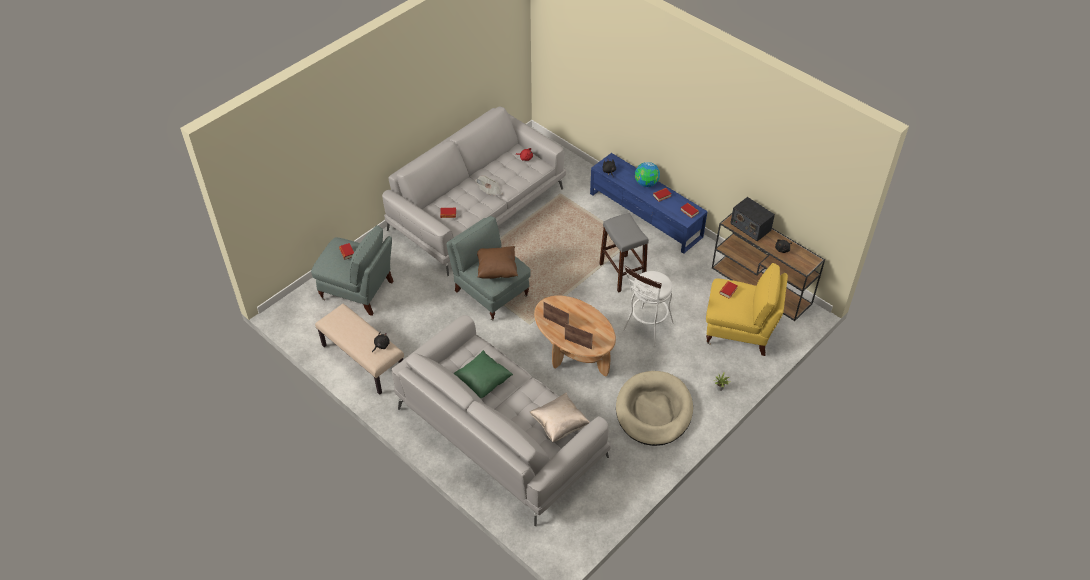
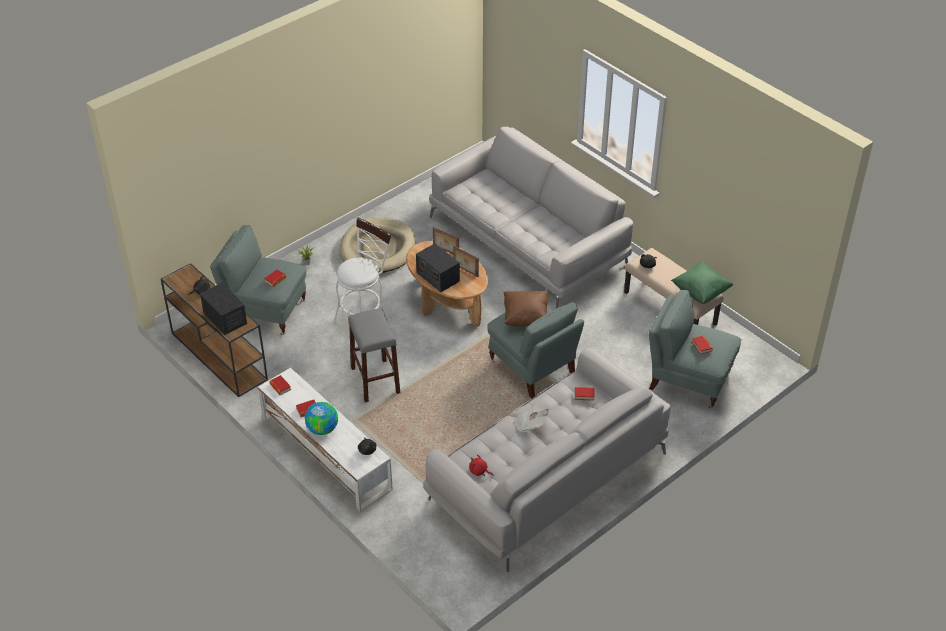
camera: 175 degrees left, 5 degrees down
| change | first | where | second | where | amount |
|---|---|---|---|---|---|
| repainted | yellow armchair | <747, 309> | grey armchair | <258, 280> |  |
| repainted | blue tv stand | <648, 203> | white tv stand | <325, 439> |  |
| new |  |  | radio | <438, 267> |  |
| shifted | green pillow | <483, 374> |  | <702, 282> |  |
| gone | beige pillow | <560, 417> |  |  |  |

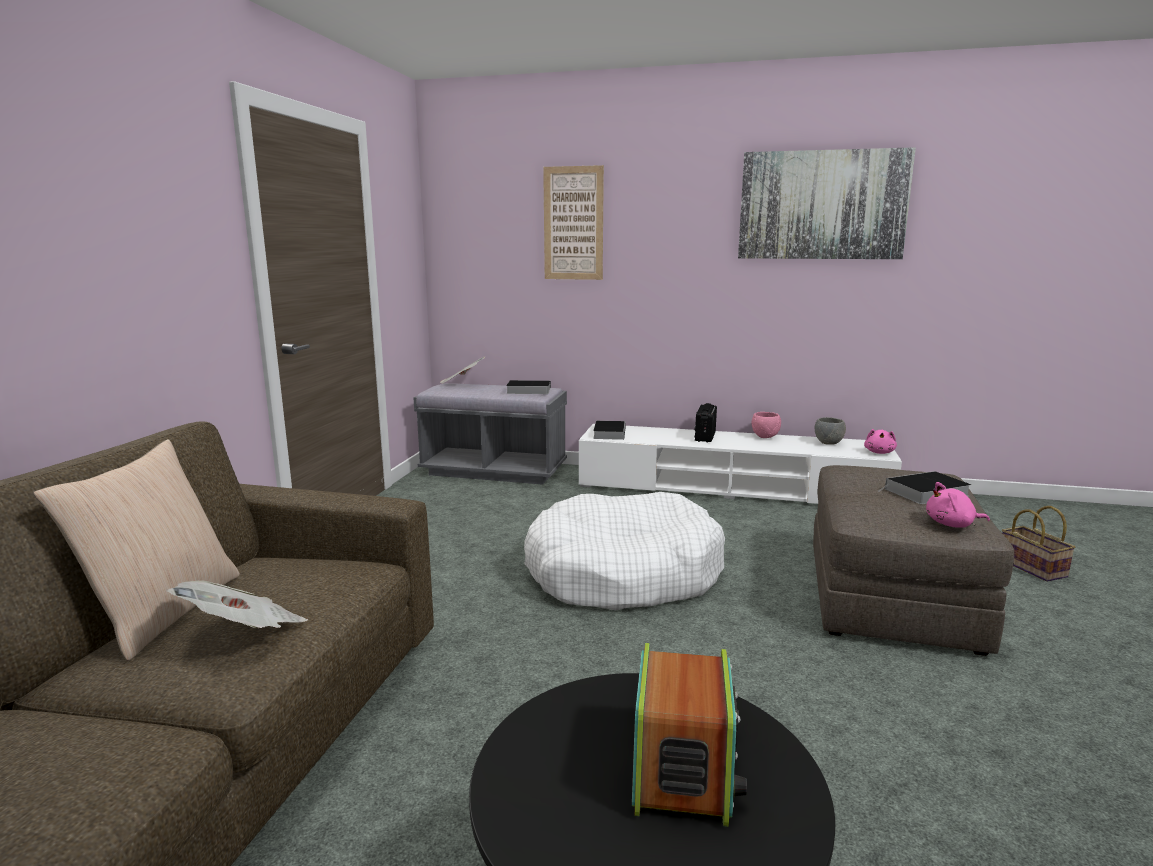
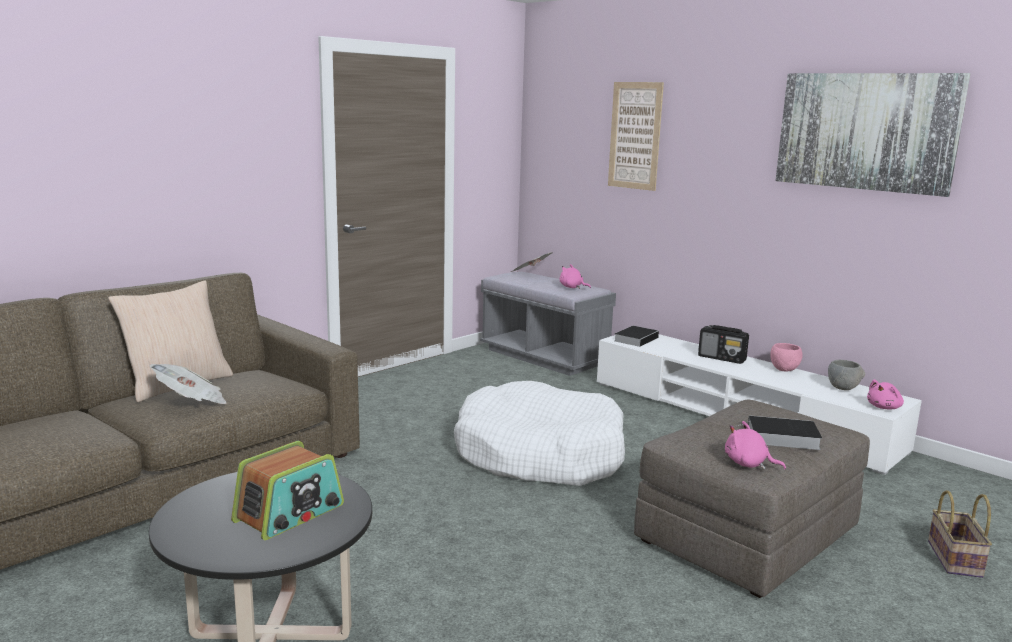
camera: 30 degrees right, 0 degrees up
| change | first | where | second | where | amount |
|---|---|---|---|---|---|
| swapped | book | <528, 387> | pink plush toy | <575, 276> |  |
| rotated | radio | <705, 422> |  | <723, 344> | 105 degrees counterclockwise |

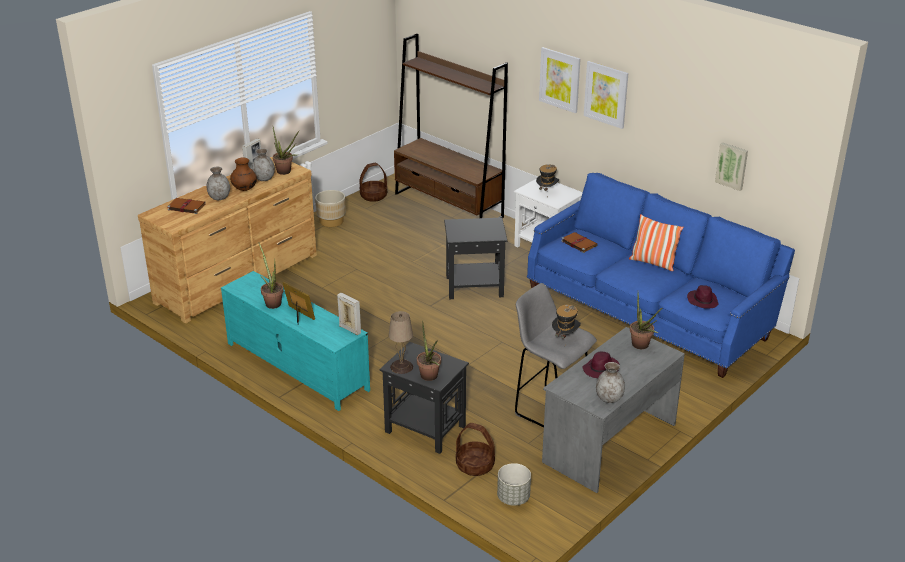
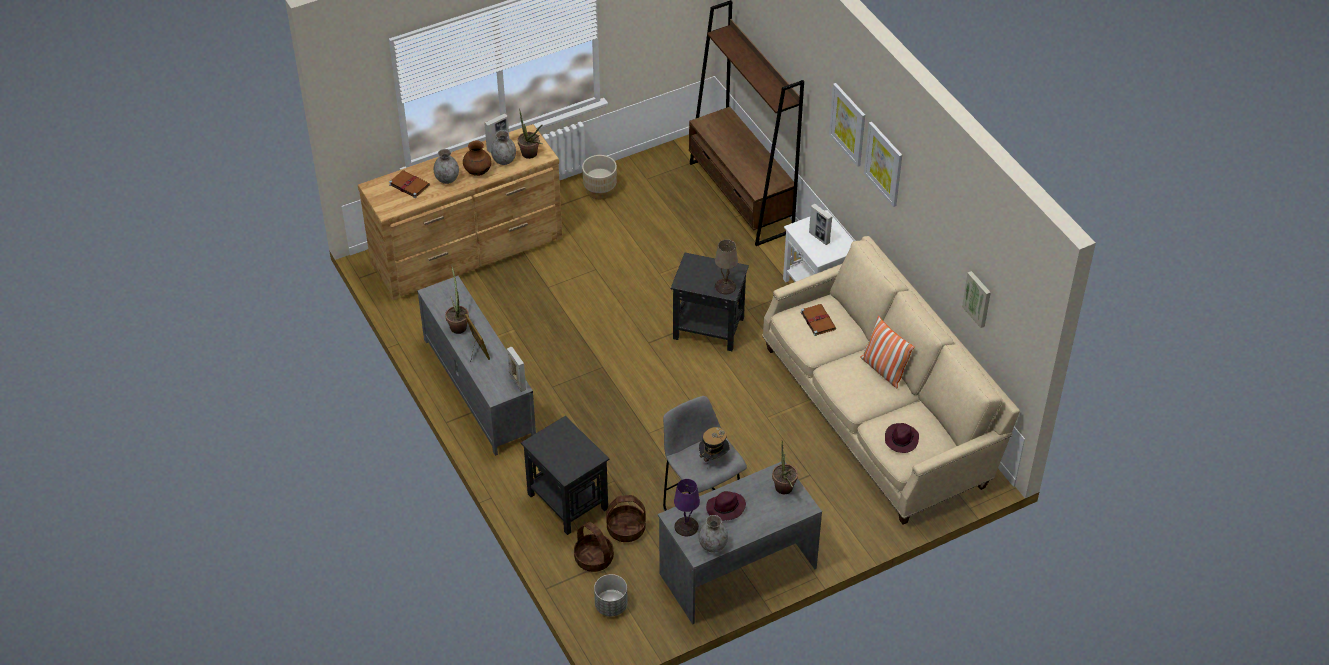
camera: 20 degrees right, 15 degrees up
| change | first | where | second | where | amount |
|---|---|---|---|---|---|
| repainted | turquoise tv stand | <295, 341> | grey tv stand | <476, 366> |  |
| shifted | basket | <373, 182> |  | <626, 518> |  |
| new |  |  | purple table lamp | <687, 507> |  |
| shifted | beige table lamp | <401, 342> |  | <726, 267> |  |
| repainted | blue sofa | <661, 275> | beige sofa | <891, 380> |  |
| swapped | hat | <547, 179> | picture frame | <820, 224> |  |
| gone | potted plant | <429, 350> |  |  |  |

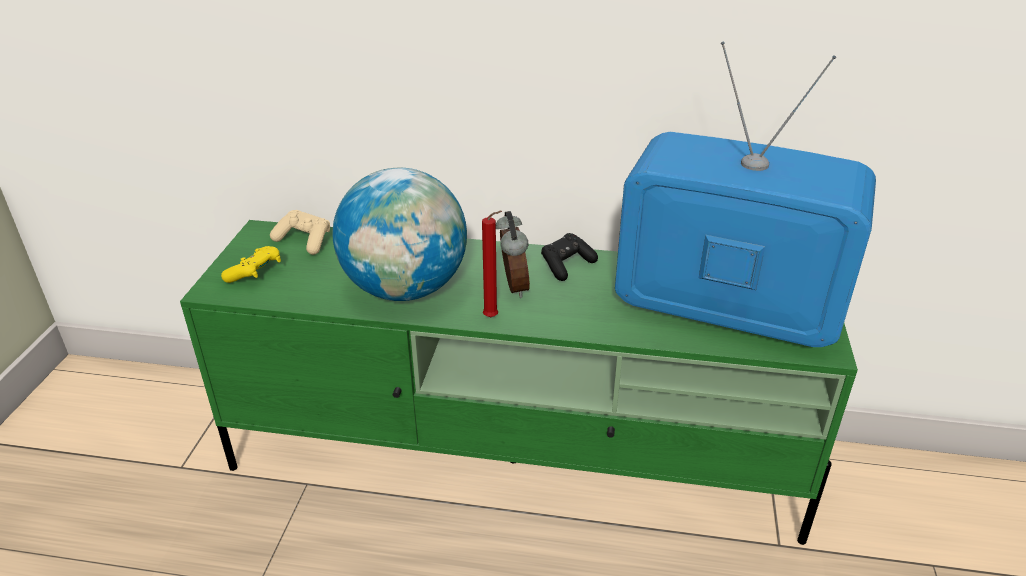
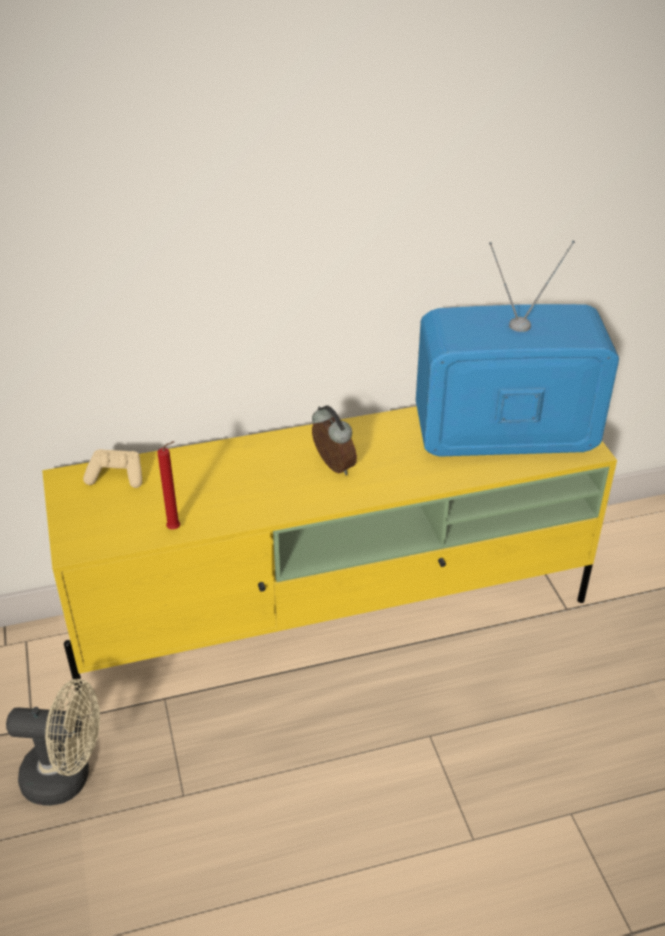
camera: 25 degrees left, 5 degrees up
| change | first | where | second | where | amount |
|---|---|---|---|---|---|
| new |  |  | beige fan | <53, 742> |  |
| repainted | green tv stand | <519, 382> | yellow tv stand | <329, 550> |  |
| shifted | red candle | <492, 264> |  | <168, 485> |  |
| gone | yellow game controller | <251, 264> |  |  |  |
| gone | globe | <399, 234> |  |  |  |
| gone | black game controller | <569, 257> |  |  |  |

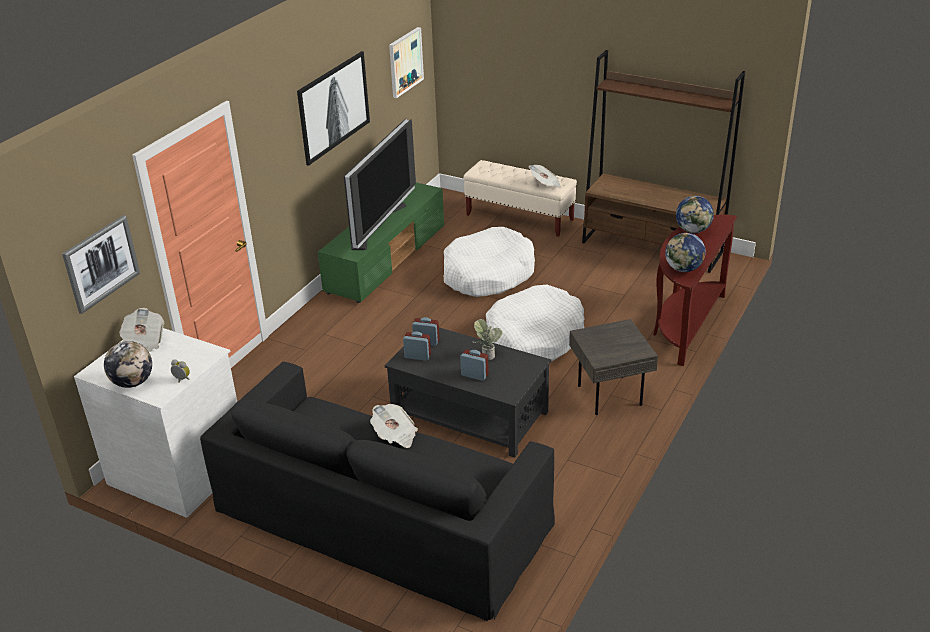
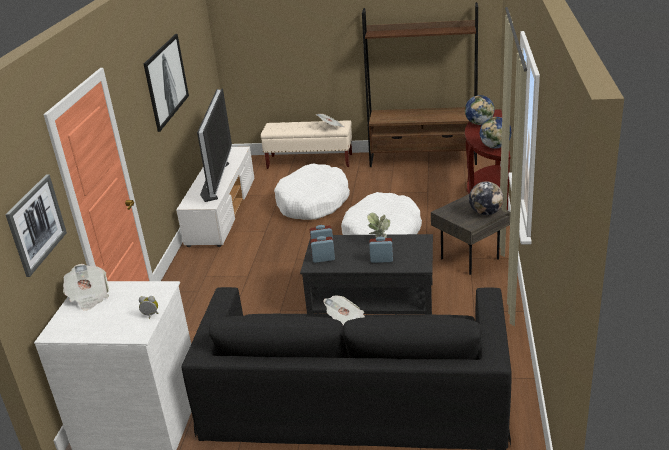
camera: 20 degrees left, 5 degrees down
| change | first | where | second | where | amount |
|---|---|---|---|---|---|
| repainted | green tv stand | <381, 242> | white tv stand | <215, 197> |  |
| shifted | globe | <128, 364> |  | <486, 198> |  |
| gone | picture | <406, 62> |  |  |  |

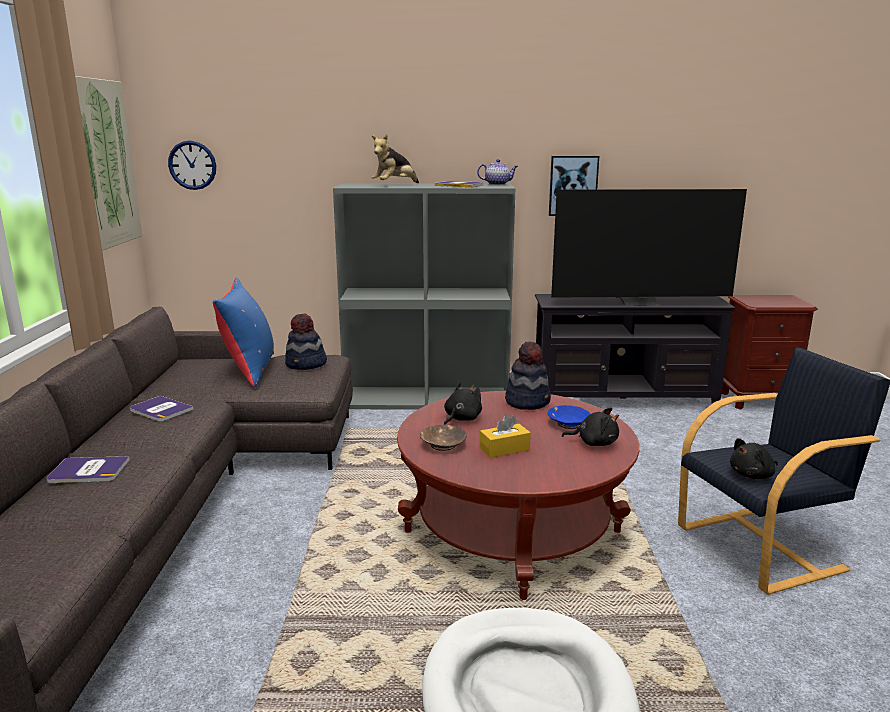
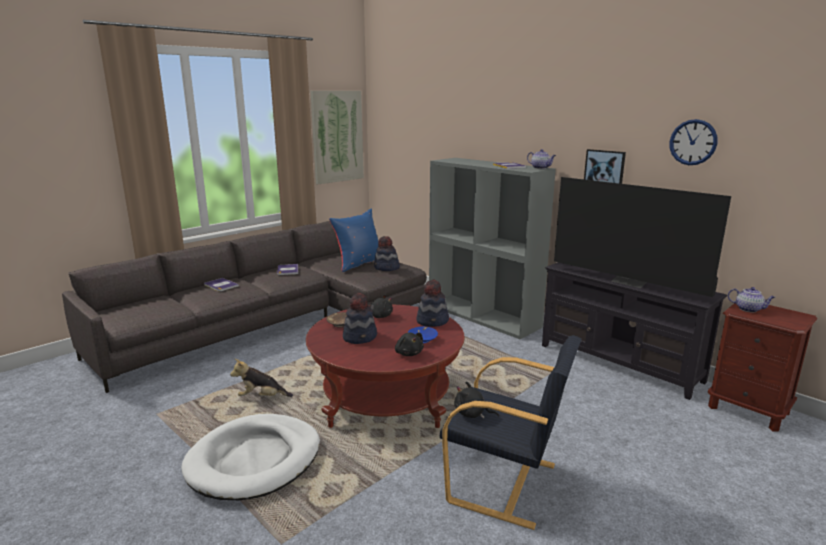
camera: 45 degrees right, 0 degrees up
| change | first | where | second | where | amount |
|---|---|---|---|---|---|
| shifted | plush toy | <395, 158> |  | <261, 378> |  |
| swapped | yellow tissue box | <505, 436> | hat | <360, 318> |  |
| shifted | wall clock | <192, 165> |  | <693, 142> |  |
| new |  |  | teapot | <752, 300> |  |

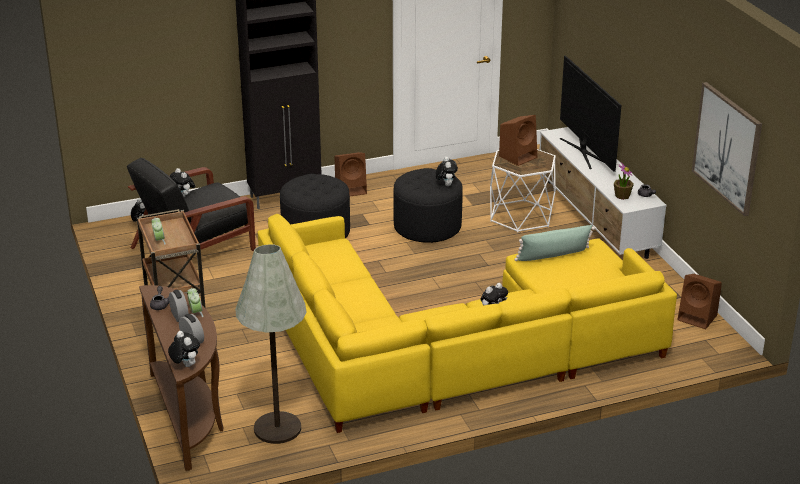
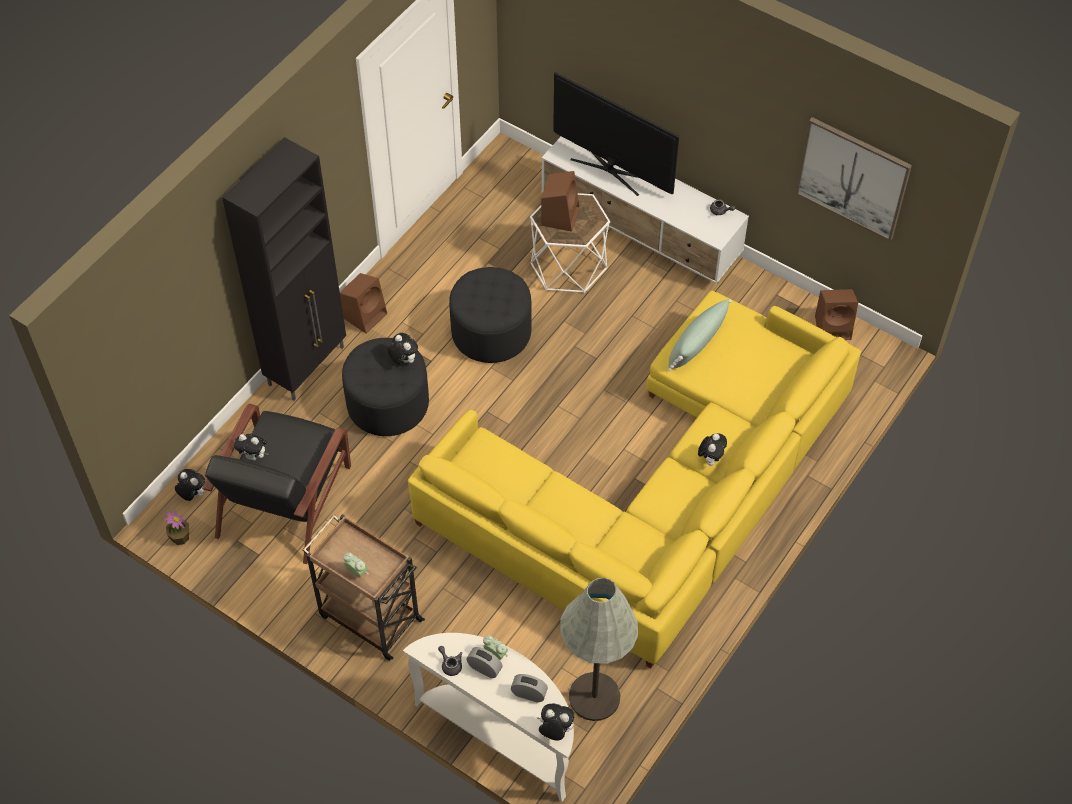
camera: 35 degrees left, 25 degrees up
| change | first | where | second | where | amount |
|---|---|---|---|---|---|
| shifted | potted plant | <624, 181> |  | <176, 527> |  |
| shifted | plush toy | <447, 171> |  | <402, 348> |  |
| repainted | brown console table | <181, 378> | white console table | <488, 717> |  |

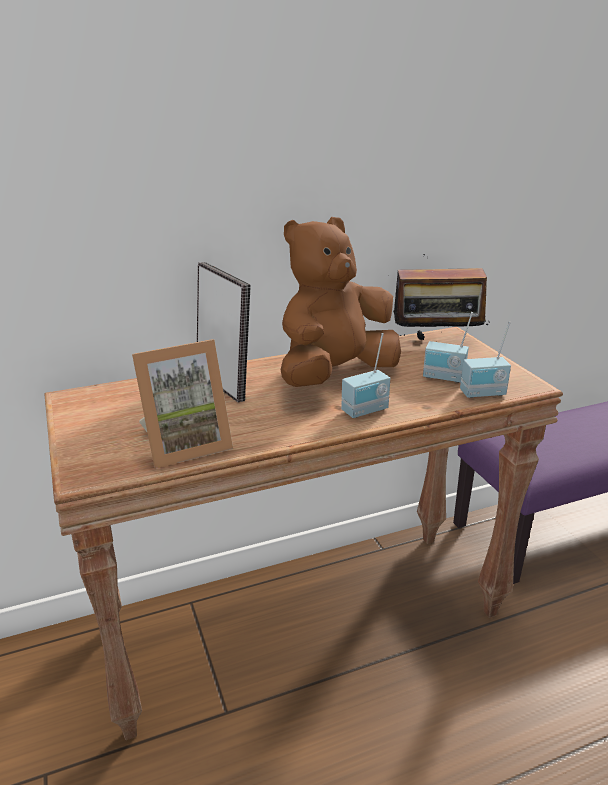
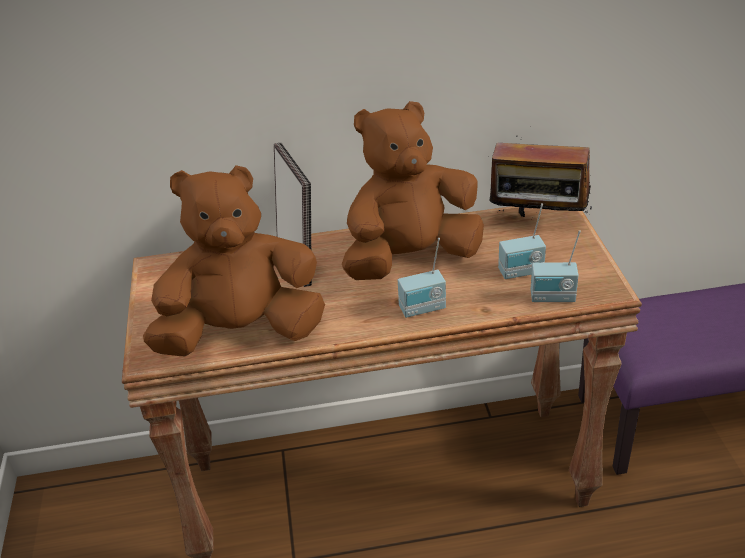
camera: 15 degrees right, 10 degrees up
| change | first | where | second | where | amount |
|---|---|---|---|---|---|
| swapped | picture frame | <182, 403> | brown plush toy | <234, 260> |  |
| rotated | radio | <448, 347> |  | <522, 241> | 45 degrees counterclockwise |

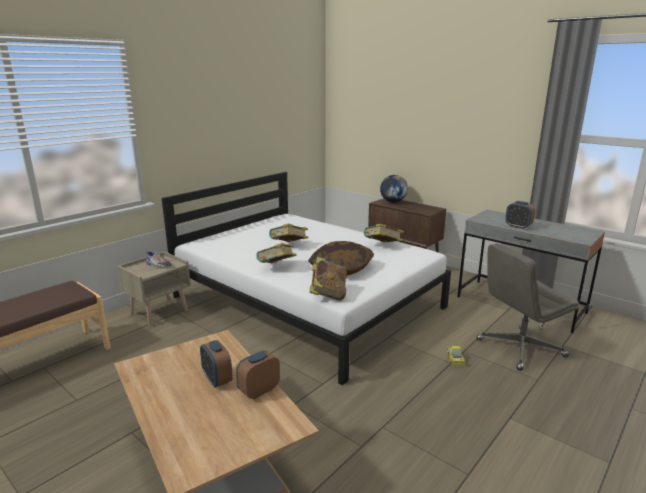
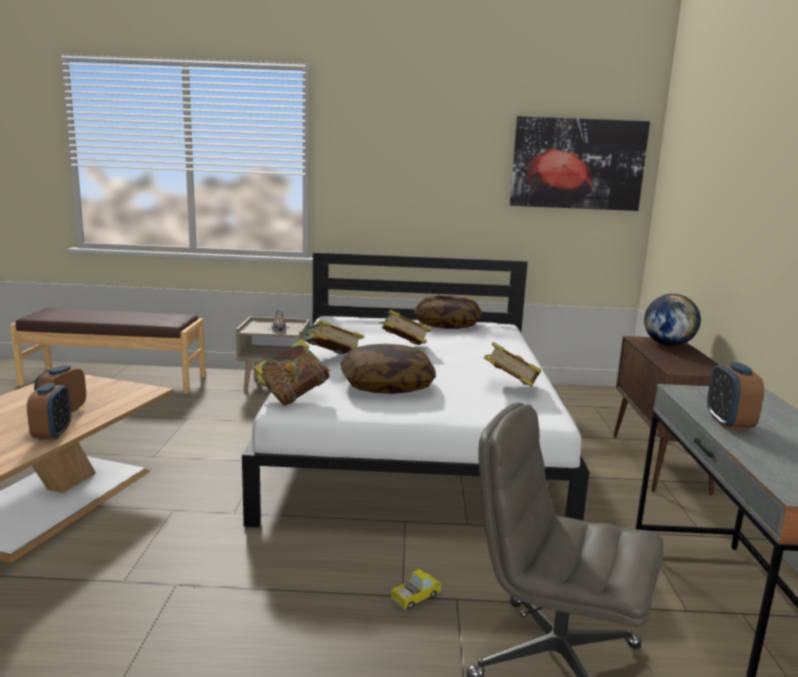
camera: 50 degrees right, 5 degrees down
| change | first | where | second | where | amount |
|---|---|---|---|---|---|
| rotated | alarm clock | <258, 374> |  | <49, 411> | 75 degrees clockwise |
| new |  |  | pillow | <448, 312> |  |
| new |  |  | picture | <580, 163> |  |

